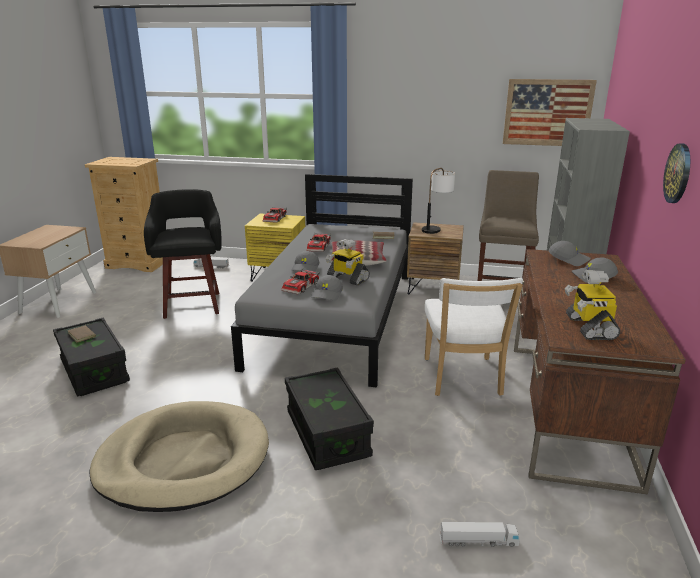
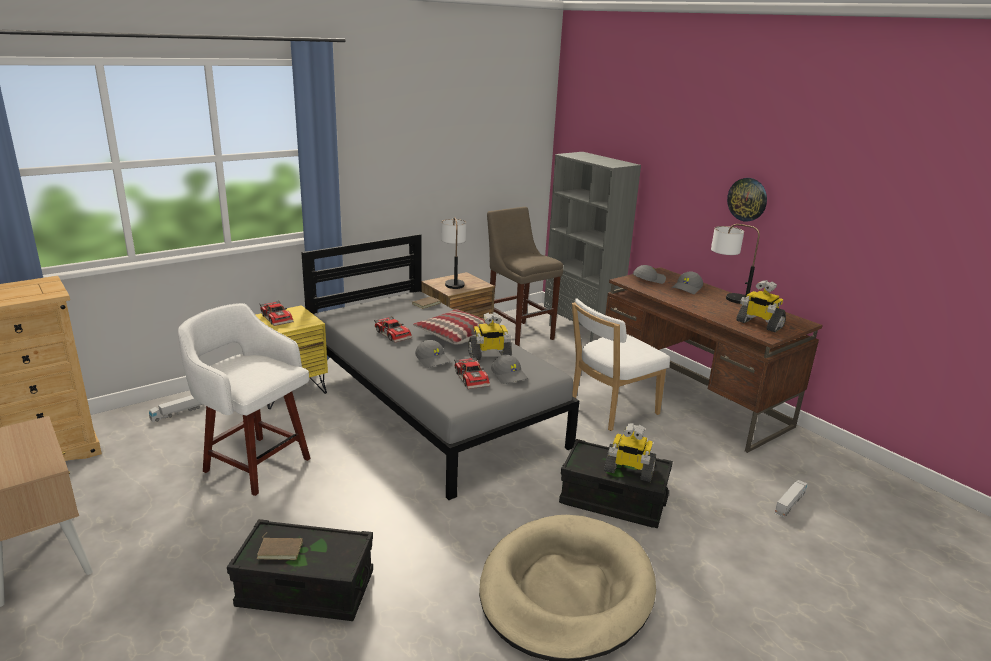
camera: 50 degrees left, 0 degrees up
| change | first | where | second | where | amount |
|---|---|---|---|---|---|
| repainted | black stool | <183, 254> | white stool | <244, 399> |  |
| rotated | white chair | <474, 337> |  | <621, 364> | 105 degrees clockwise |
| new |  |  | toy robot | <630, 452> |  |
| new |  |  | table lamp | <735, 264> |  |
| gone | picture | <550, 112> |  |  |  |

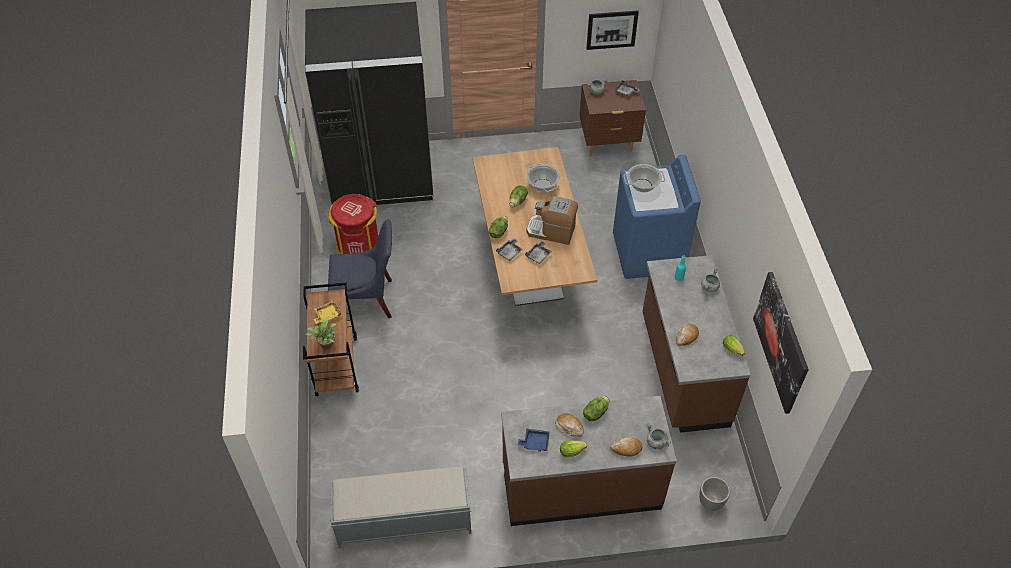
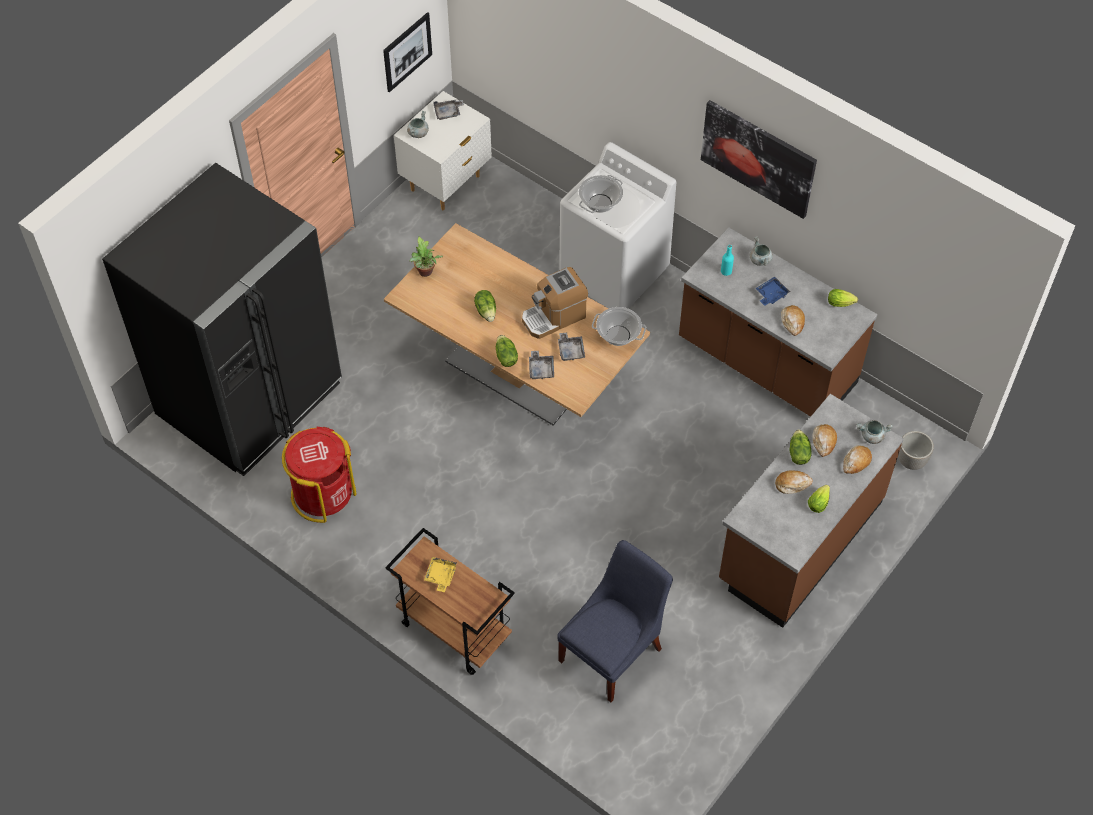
camera: 45 degrees left, 5 degrees up
| change | first | where | second | where | amount |
|---|---|---|---|---|---|
| repainted | brown nightstand | <612, 118> | white nightstand | <443, 150> |  |
| shifted | potted plant | <321, 333> |  | <426, 257> |  |
| shifted | blue chair | <360, 269> |  | <615, 621> |  |
| repainted | blue washing machine | <657, 217> | white washing machine | <617, 225> |  |
| shifted | cooking pot | <543, 178> |  | <619, 326> |  |
| shifted | picture | <781, 343> |  | <759, 159> |  |
| shifted | blue tray | <534, 440> |  | <773, 291> |  |
| new |  |  | bread | <824, 440> |  |
| gone | grey bench | <400, 507> |  |  |  |

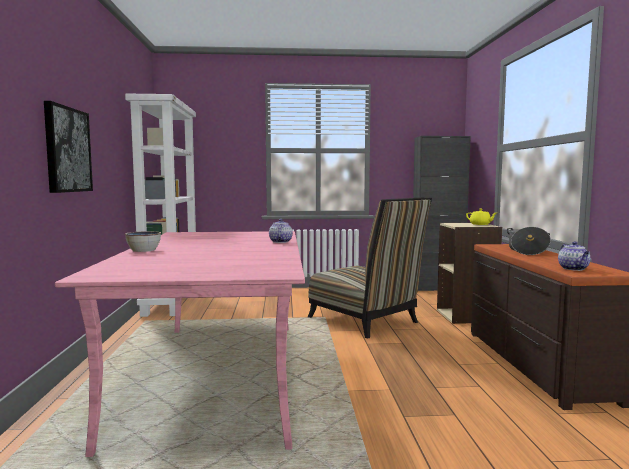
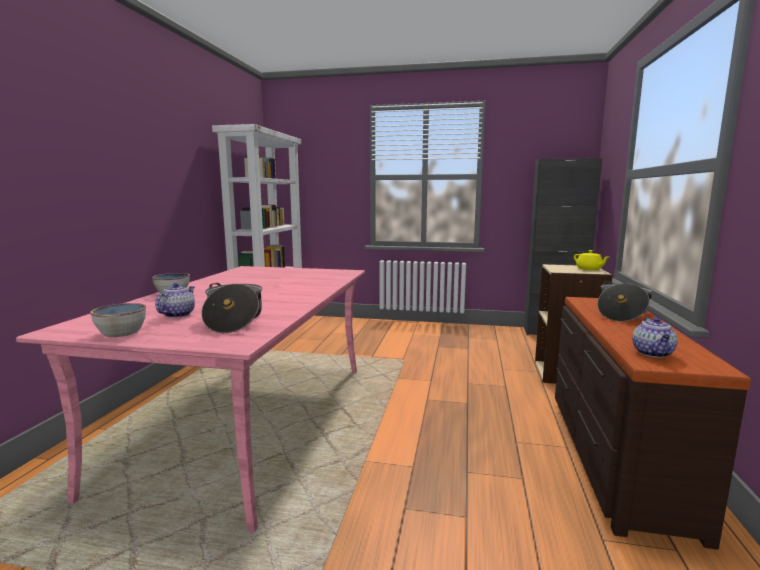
camera: 15 degrees right, 5 degrees up
| change | first | where | second | where | amount |
|---|---|---|---|---|---|
| new |  |  | bowl | <118, 320> |  |
| shifted | teapot | <281, 231> |  | <175, 300> |  |
| new |  |  | cooking pot | <231, 308> |  |
| gone | picture | <68, 147> |  |  |  |
| gone | chair | <370, 268> |  |  |  |

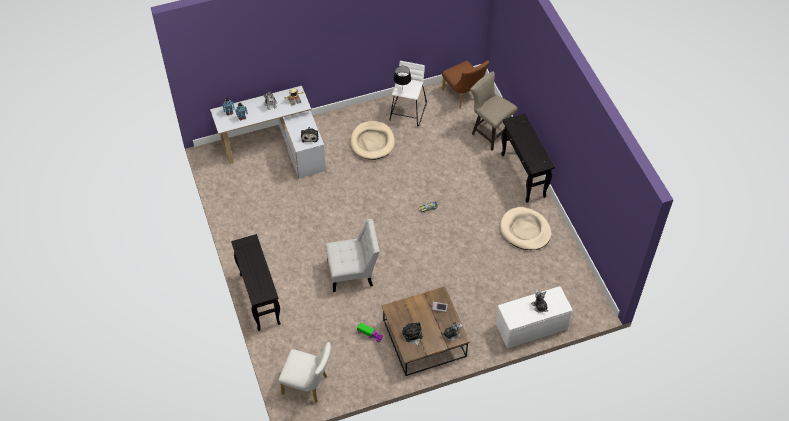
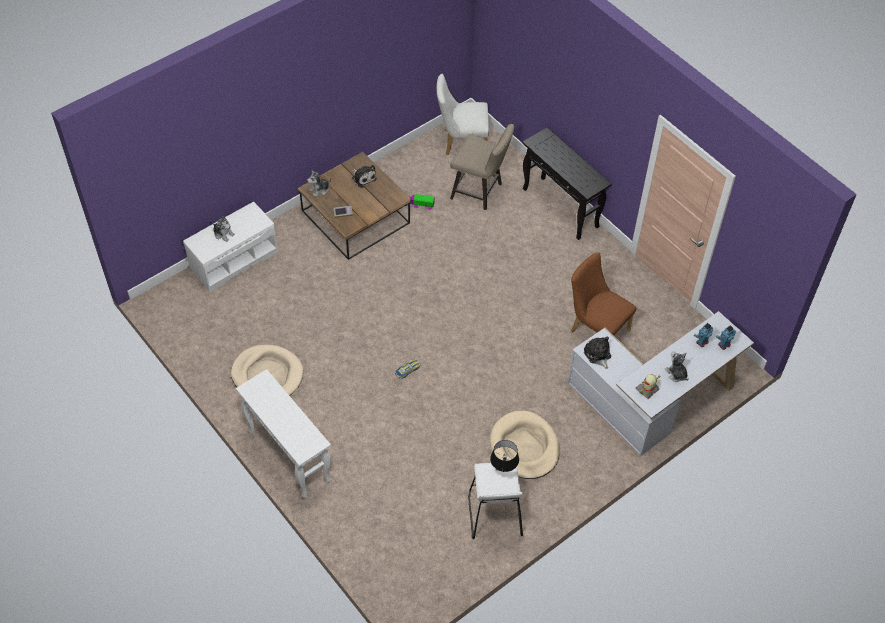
camera: 160 degrees right, 0 degrees up
| change | first | where | second | where | amount |
|---|---|---|---|---|---|
| repainted | black console table | <528, 158> | white console table | <283, 434> |  |
| shifted | beige stool | <494, 111> |  | <482, 167> |  |
| shifted | brown chair | <465, 84> |  | <603, 293> |  |
| gone | white chair | <353, 255> |  |  |  |

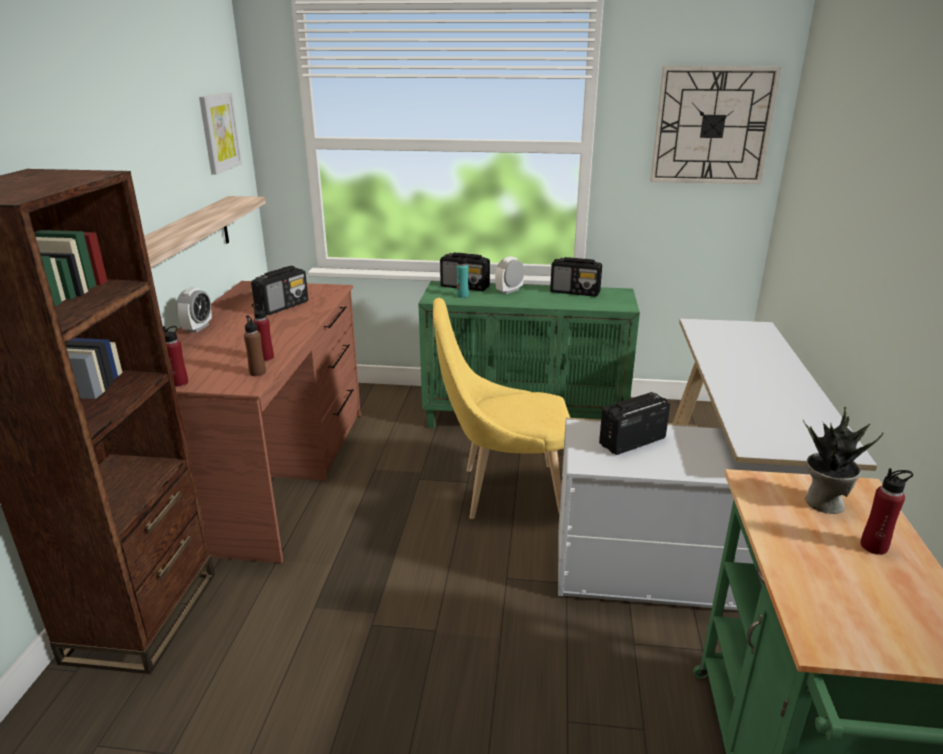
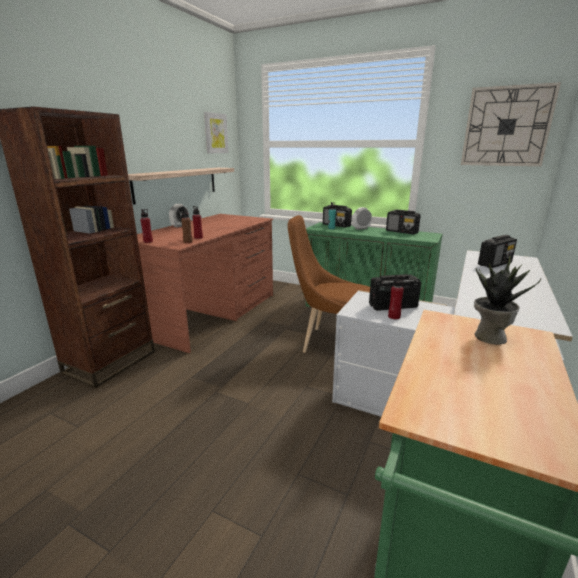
camera: 20 degrees right, 5 degrees down
| change | first | where | second | where | amount |
|---|---|---|---|---|---|
| repainted | yellow chair | <501, 408> | brown chair | <329, 284> |  |
| shifted | red bottle | <886, 511> |  | <396, 297> |  |
| shifted | radio | <279, 290> |  | <497, 251> |  |

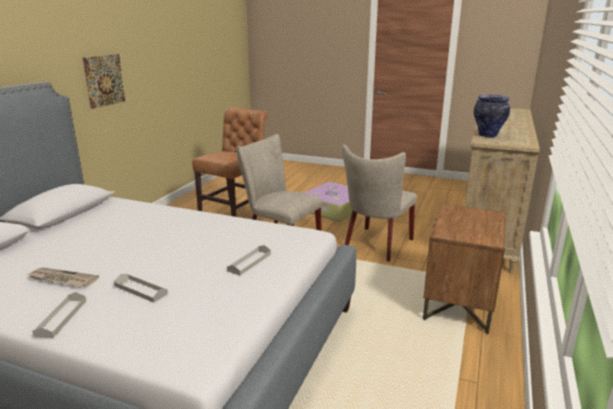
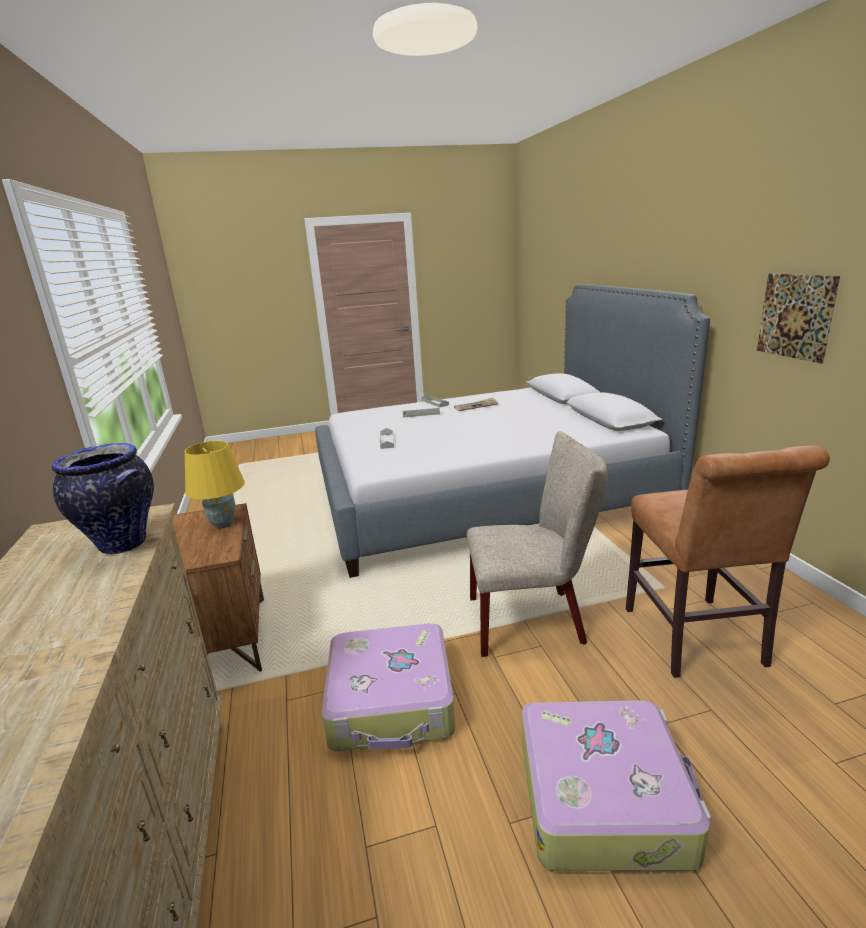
camera: 145 degrees right, 0 degrees up
| change | first | where | second | where | amount |
|---|---|---|---|---|---|
| new |  |  | yellow table lamp | <215, 485> |  |
| swapped | beige chair | <379, 202> | suitcase | <388, 687> |  |

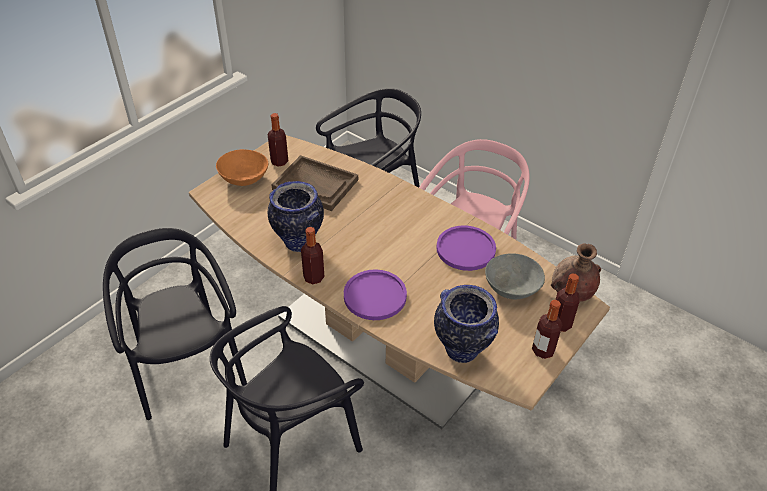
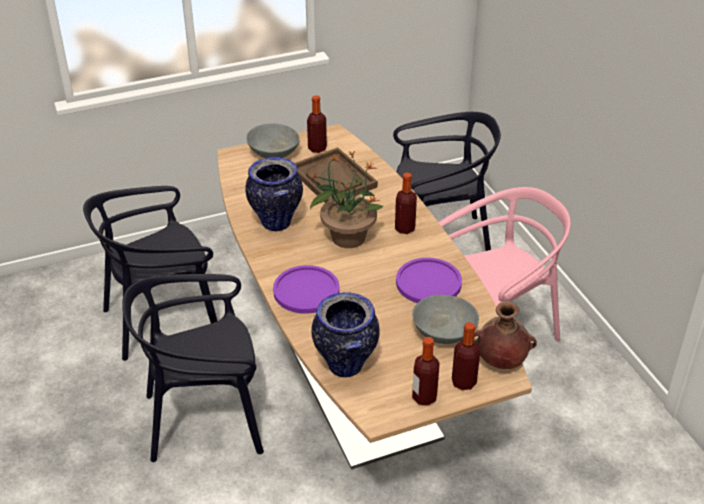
camera: 30 degrees right, 5 degrees down
| change | first | where | second | where | amount |
|---|---|---|---|---|---|
| rotated | black chair | <175, 324> |  | <150, 273> | 120 degrees counterclockwise |
| repainted | orange bowl | <242, 167> | grey bowl | <273, 140> |  |
| new |  |  | potted plant | <346, 199> |  |
| shifted | bottle | <313, 255> |  | <406, 203> |  |

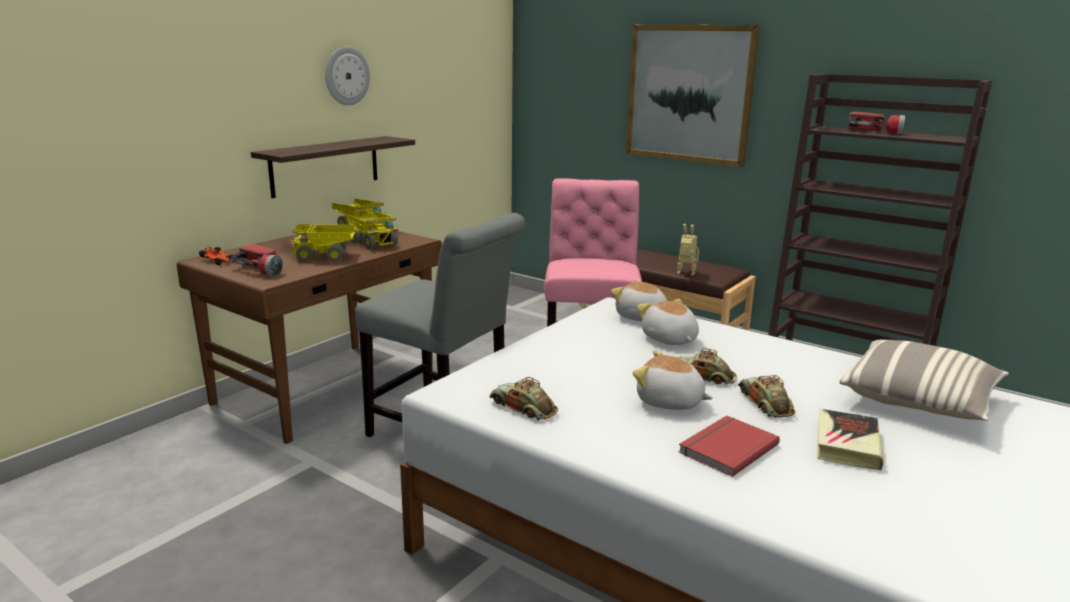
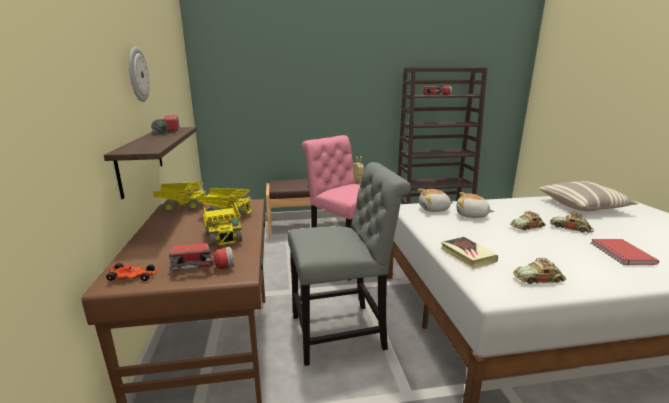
camera: 45 degrees left, 0 degrees up
| change | first | where | second | where | amount |
|---|---|---|---|---|---|
| new |  |  | flashlight | <165, 125> |  |
| rotated | toy truck | <322, 243> |  | <222, 224> | 60 degrees counterclockwise |
| shifted | book | <850, 439> |  | <469, 253> |  |
| gone | picture | <693, 96> |  |  |  |
| gone | plush toy | <673, 380> |  |  |  |

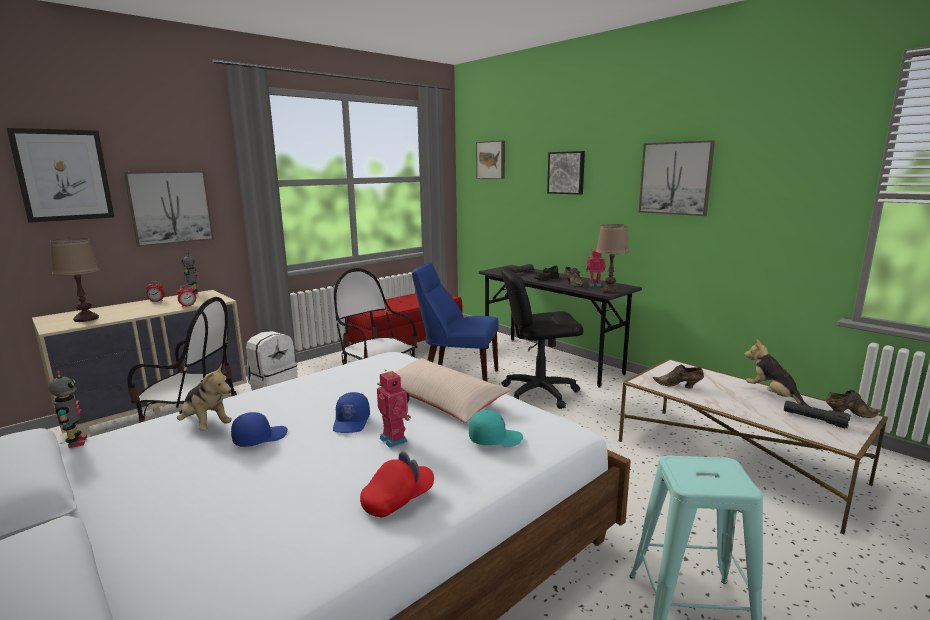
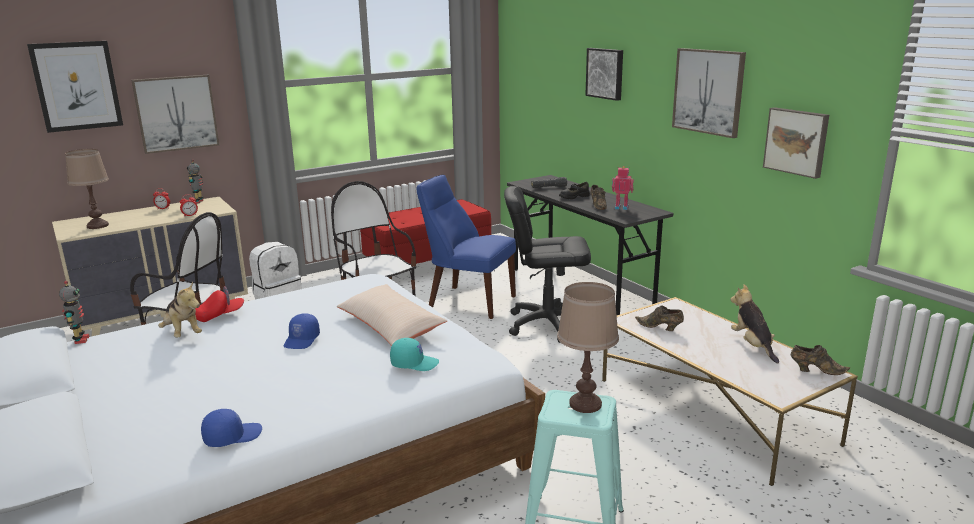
camera: 10 degrees right, 5 degrees up
| change | first | where | second | where | amount |
|---|---|---|---|---|---|
| shifted | red cap | <397, 484> |  | <219, 304> |  |
| shifted | blue cap | <259, 429> |  | <231, 428> |  |
| shifted | brown table lamp | <612, 259> |  | <588, 347> |  |
| shifted | picture | <490, 160> |  | <796, 143> |  |
| gone | toy robot | <394, 408> |  |  |  |
| gone | black flashlight | <817, 414> |  |  |  |

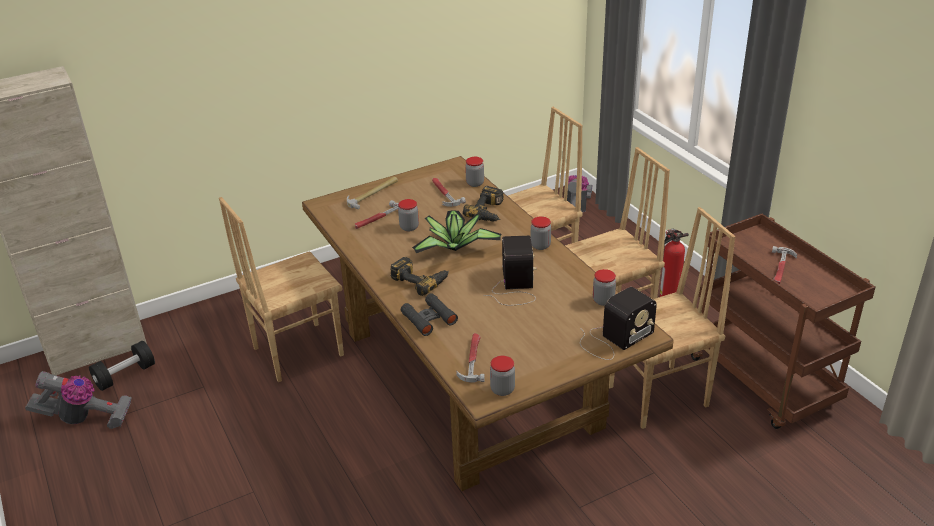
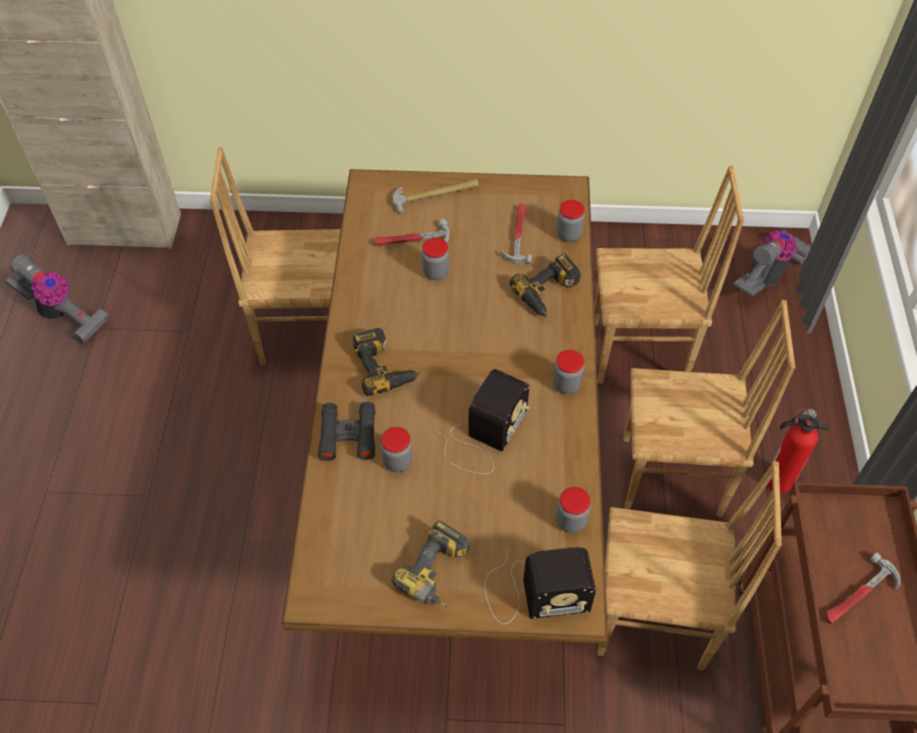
camera: 30 degrees right, 20 degrees up
| change | first | where | second | where | amount |
|---|---|---|---|---|---|
| shifted | jar | <502, 376> |  | <397, 449> |  |
| new |  |  | power drill | <430, 564> |  |
| gone | black dumbbell | <122, 366> |  |  |  |
| gone | potted plant | <457, 231> |  |  |  |
| gone | hammer | <470, 358> |  |  |  |

